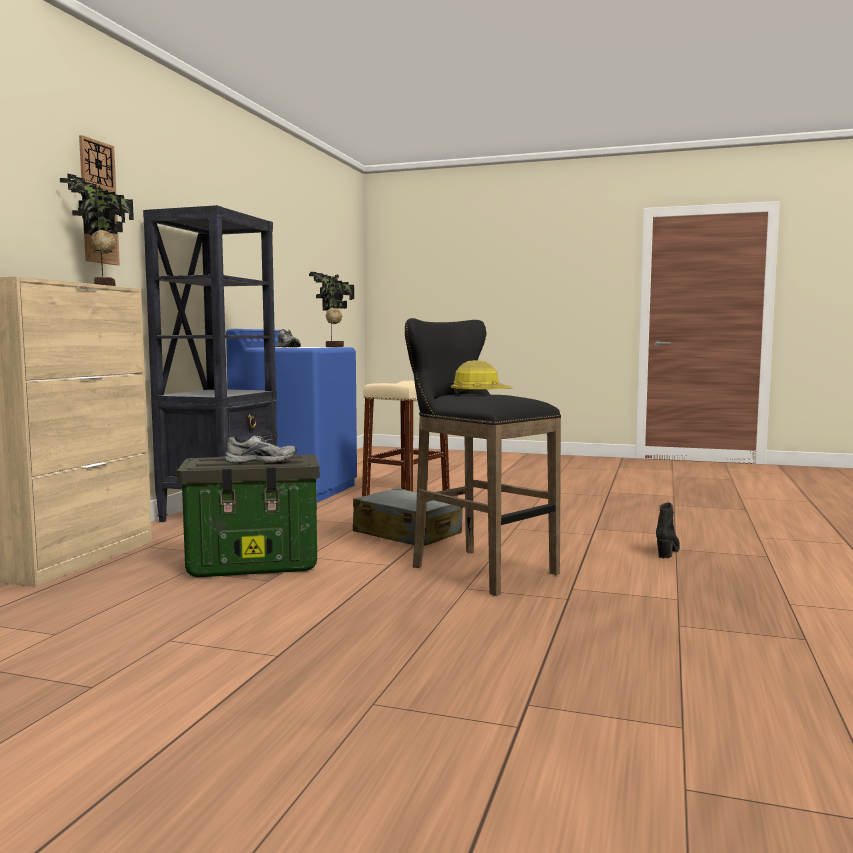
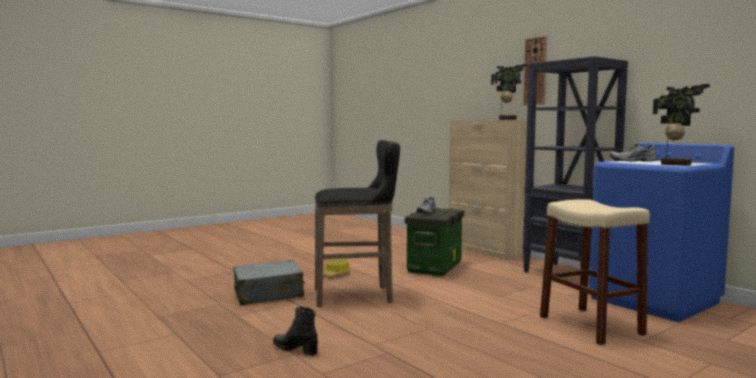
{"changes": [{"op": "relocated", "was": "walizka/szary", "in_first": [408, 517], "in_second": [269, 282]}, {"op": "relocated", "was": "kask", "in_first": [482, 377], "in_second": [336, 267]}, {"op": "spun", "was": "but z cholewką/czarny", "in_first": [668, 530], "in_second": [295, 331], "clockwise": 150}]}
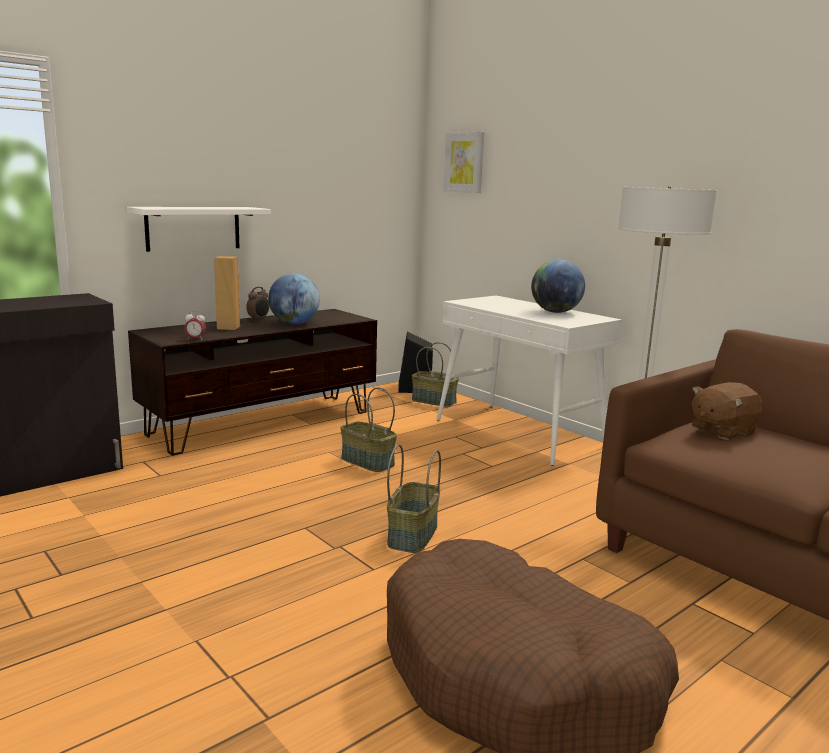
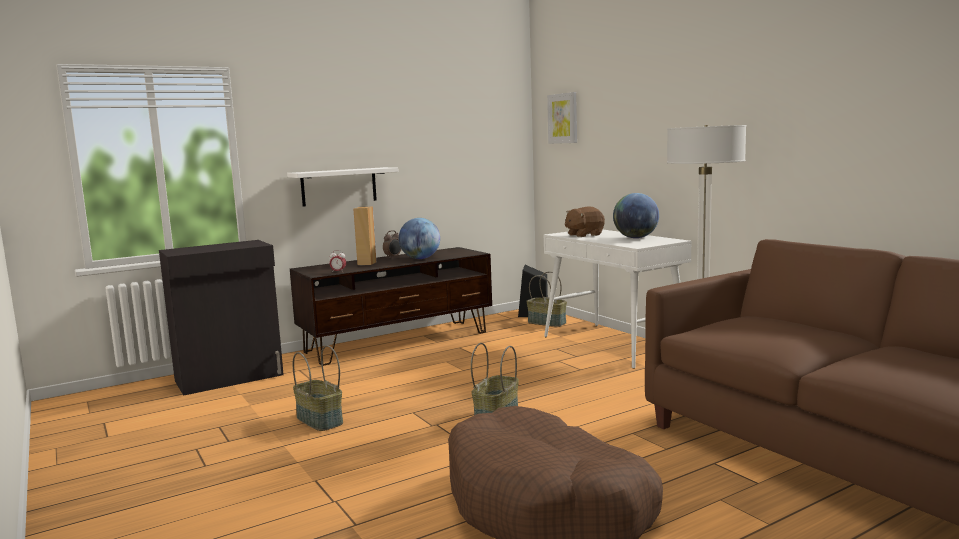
{"changes": [{"op": "relocated", "was": "koszyk", "in_first": [368, 429], "in_second": [318, 388]}, {"op": "relocated", "was": "pluszak/brązowy", "in_first": [727, 411], "in_second": [585, 222]}]}
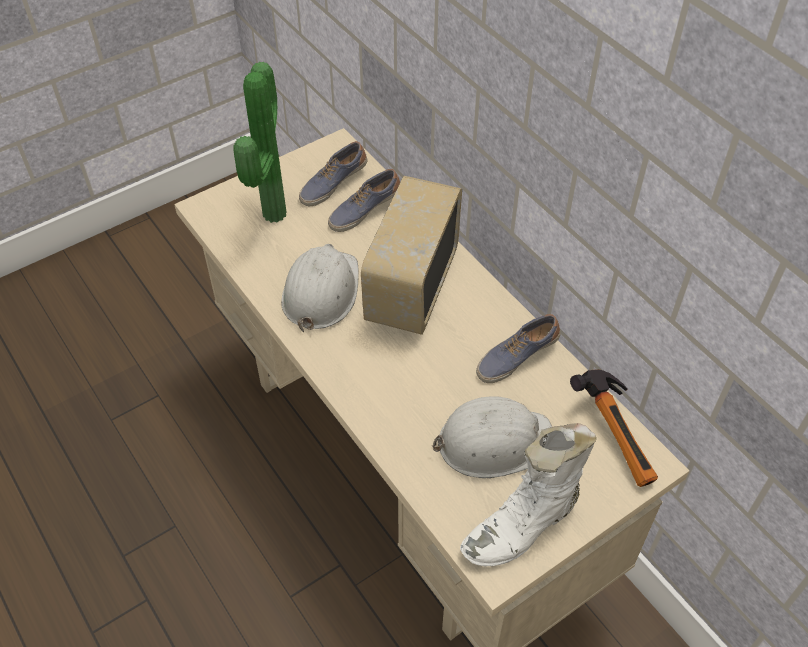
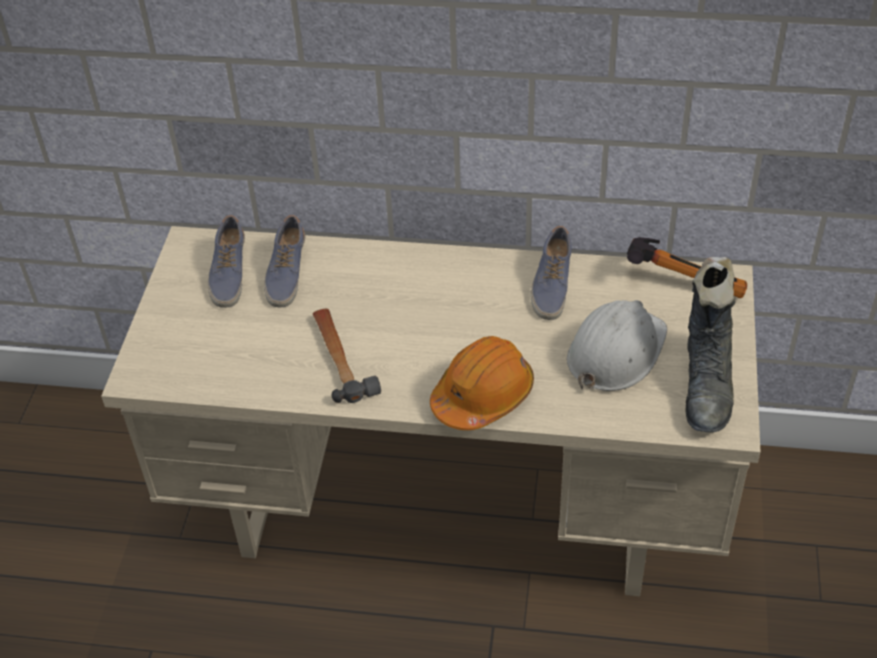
{"changes": [{"op": "missing", "was": "roślina doniczkowa", "in_first": [260, 142]}, {"op": "exchanged", "was": "kask/biały", "now": "młotek", "in_first": [320, 288], "in_second": [347, 356]}, {"op": "missing", "was": "radio", "in_first": [411, 255]}, {"op": "colour", "was": "but z cholewką/biały", "now": "but z cholewką/czarny", "in_first": [528, 494], "in_second": [711, 344]}, {"op": "appeared", "now": "kask/pomarańczowy", "in_second": [482, 383]}]}
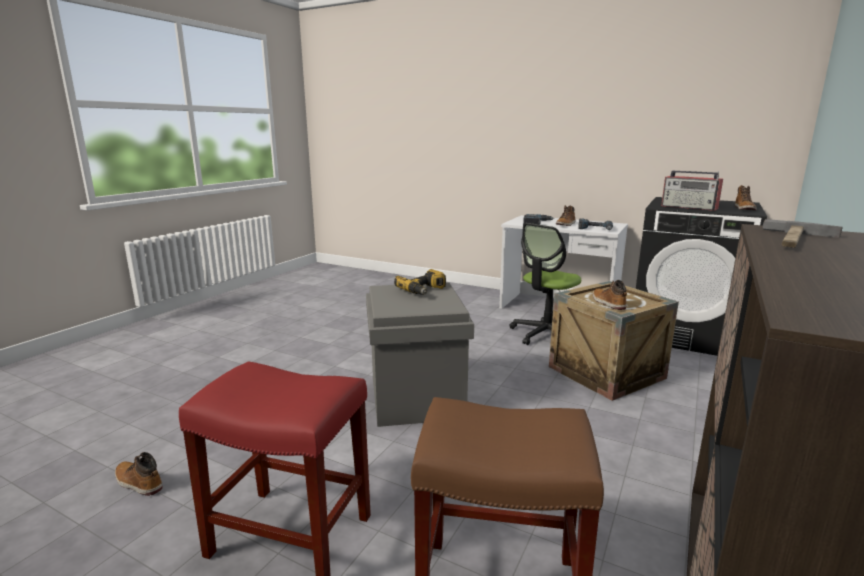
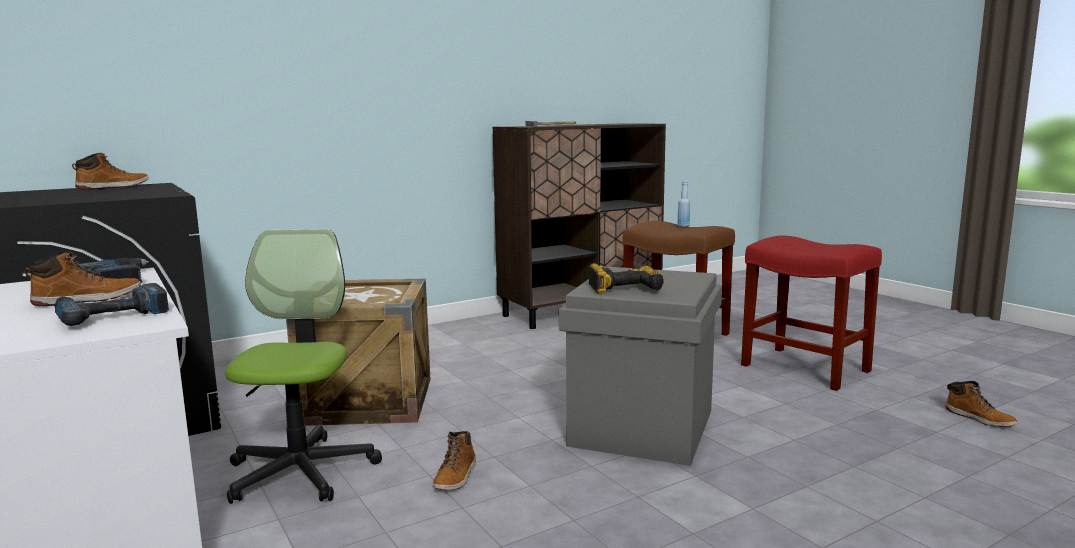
{"changes": [{"op": "spun", "was": "krzesło biurowe", "in_first": [545, 284], "in_second": [303, 366], "clockwise": -75}, {"op": "relocated", "was": "but z cholewką", "in_first": [610, 295], "in_second": [454, 460]}, {"op": "missing", "was": "radio", "in_first": [692, 191]}, {"op": "appeared", "now": "butelka/niebieski", "in_second": [683, 204]}]}
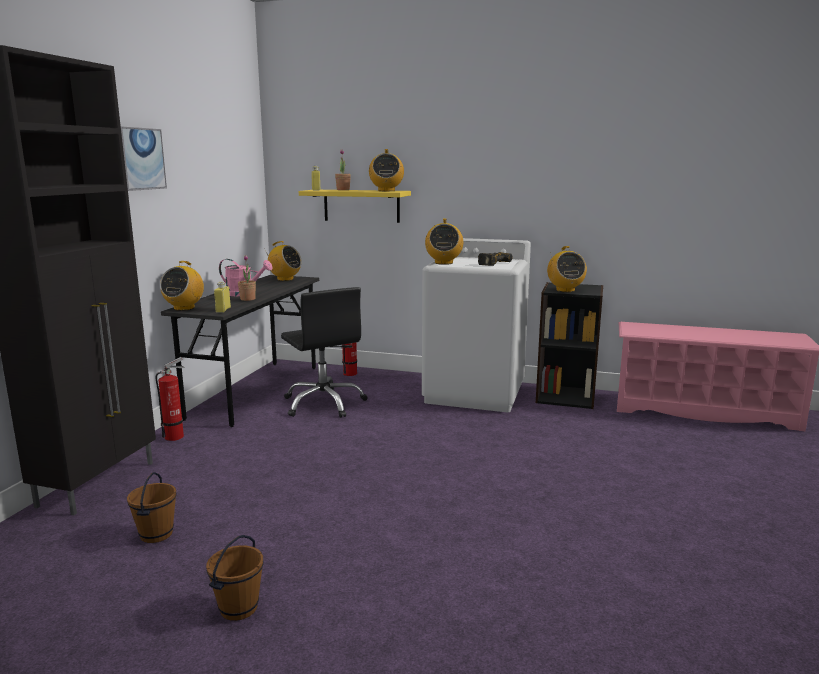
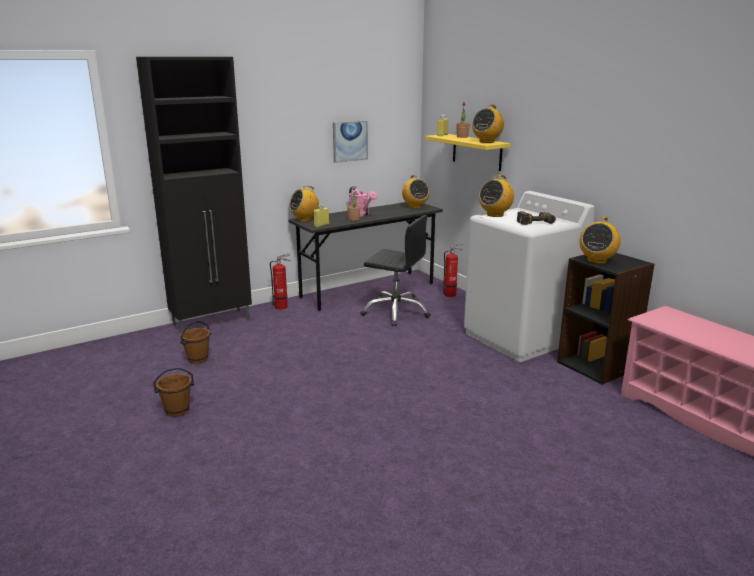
{"changes": [{"op": "relocated", "was": "obraz", "in_first": [144, 158], "in_second": [350, 142]}, {"op": "spun", "was": "krzesło biurowe/czarny", "in_first": [324, 352], "in_second": [396, 270], "clockwise": -75}]}
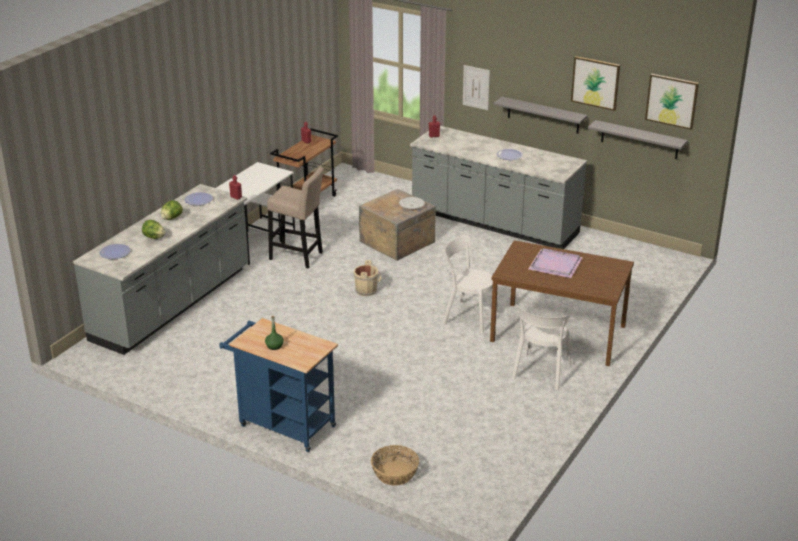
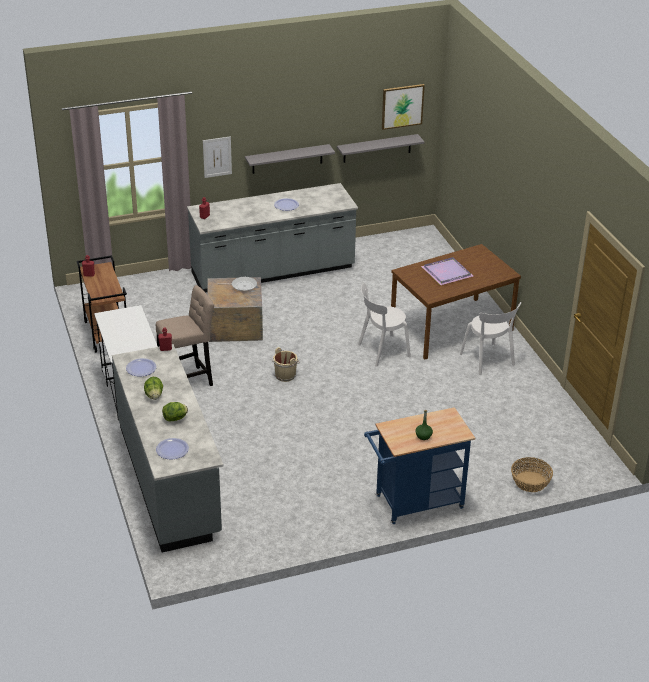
{"changes": [{"op": "missing", "was": "obraz", "in_first": [595, 83]}]}
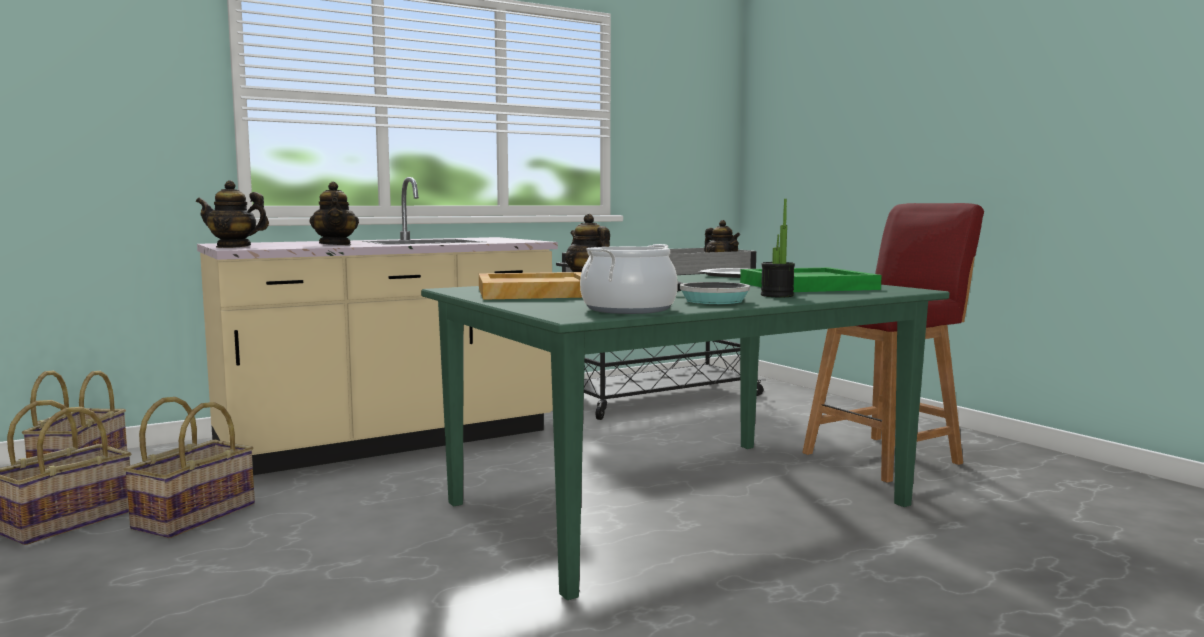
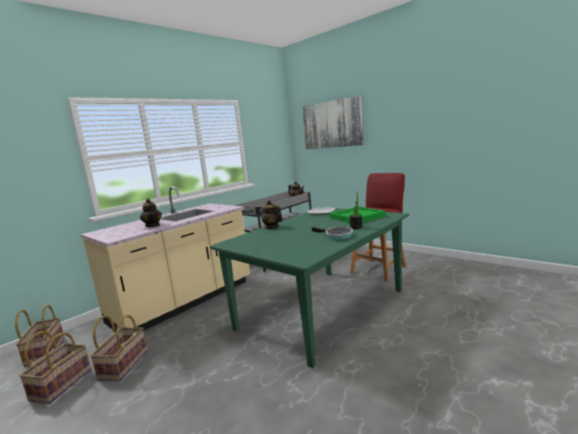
{"changes": [{"op": "missing", "was": "imbryk", "in_first": [232, 214]}, {"op": "missing", "was": "taca/beżowy", "in_first": [530, 286]}, {"op": "missing", "was": "garnek", "in_first": [629, 279]}, {"op": "appeared", "now": "obraz", "in_second": [333, 122]}]}
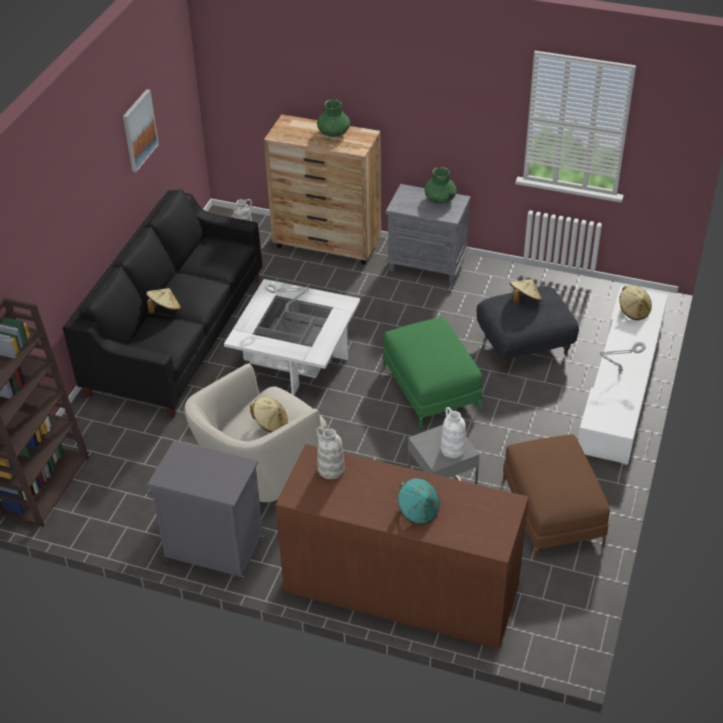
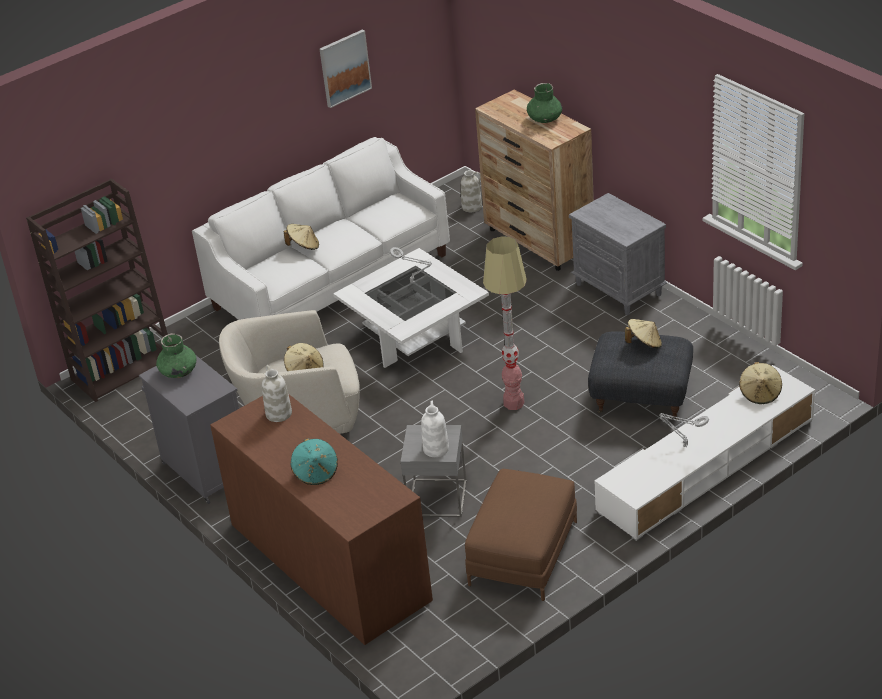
{"changes": [{"op": "colour", "was": "kanapa/czarny", "now": "kanapa/biały", "in_first": [162, 303], "in_second": [321, 228]}, {"op": "exchanged", "was": "pufa/zielony", "now": "lampa stojąca", "in_first": [432, 372], "in_second": [505, 323]}, {"op": "relocated", "was": "wazon/zielony", "in_first": [440, 185], "in_second": [176, 355]}]}
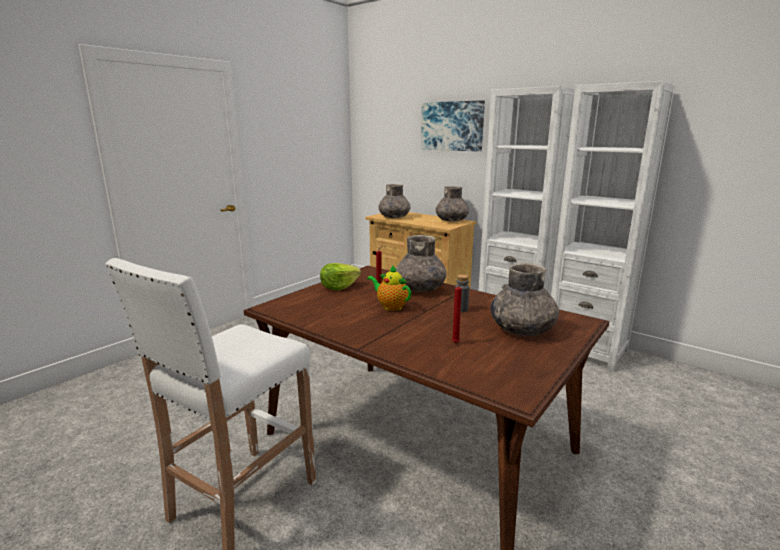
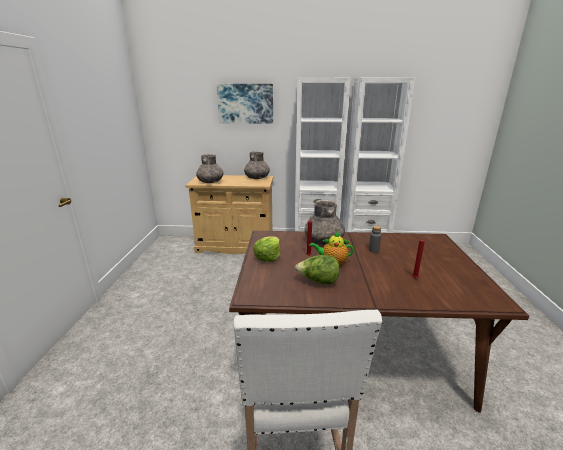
{"changes": [{"op": "missing", "was": "wazon/szary", "in_first": [524, 299]}, {"op": "appeared", "now": "sałata", "in_second": [317, 269]}]}
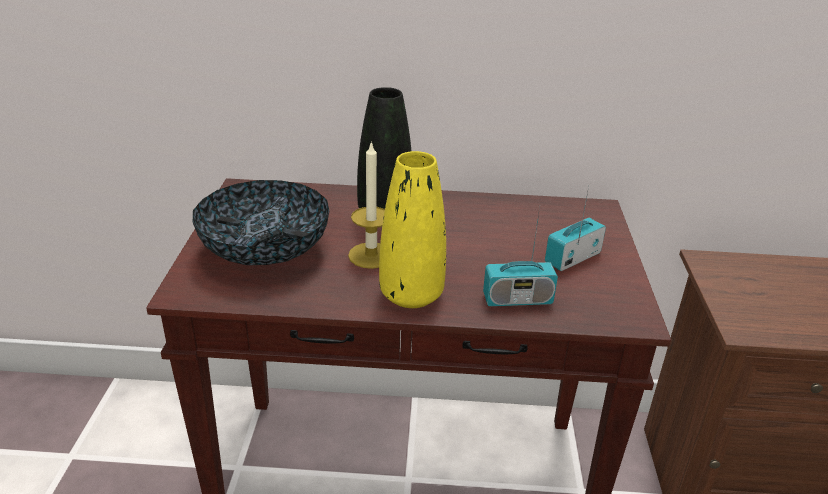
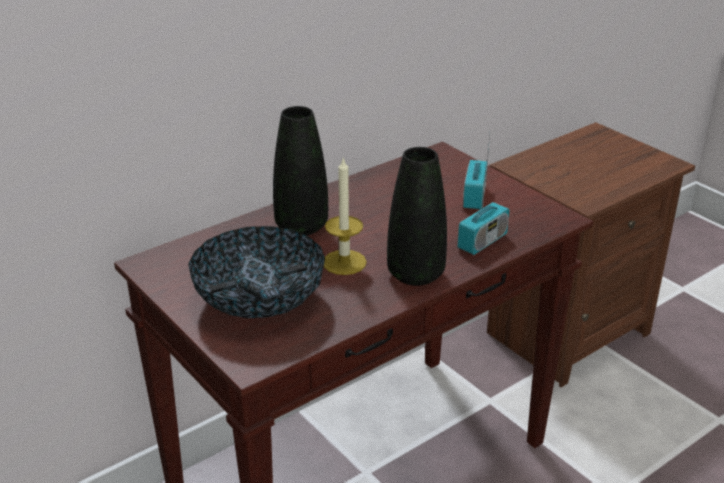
{"changes": [{"op": "colour", "was": "wazon/żółty", "now": "wazon/czarny", "in_first": [412, 229], "in_second": [417, 216]}]}
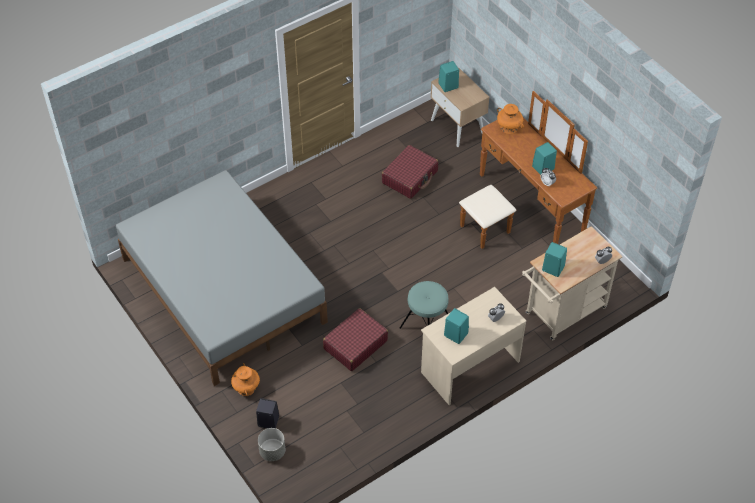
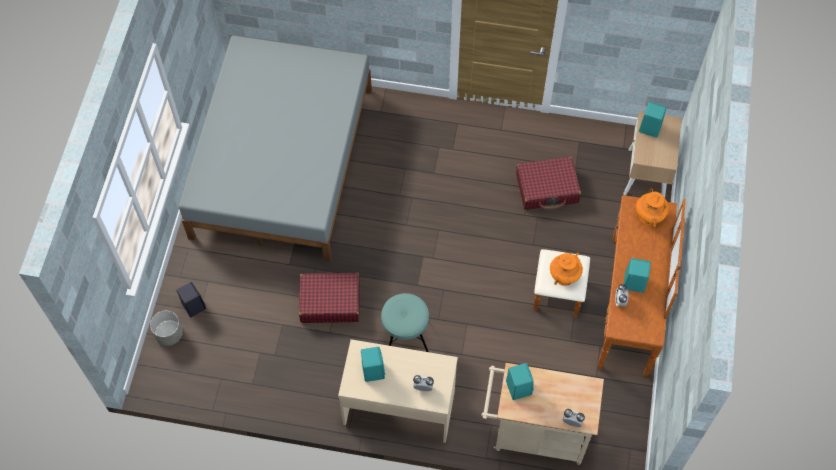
{"changes": [{"op": "relocated", "was": "wazon/pomarańczowy", "in_first": [245, 379], "in_second": [566, 269]}]}
